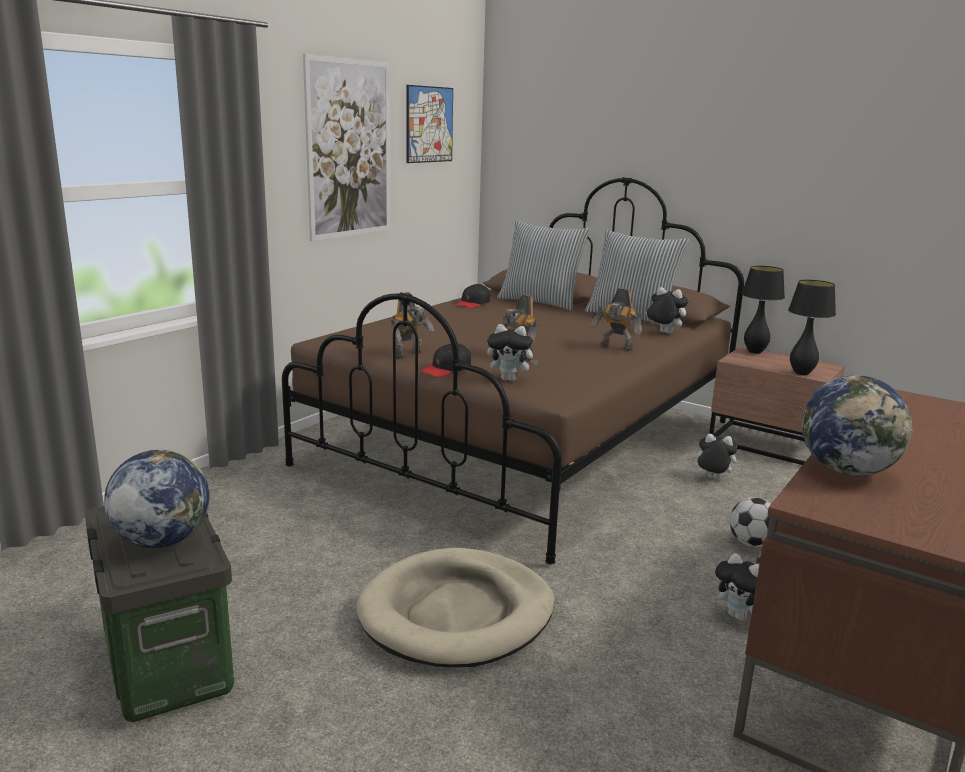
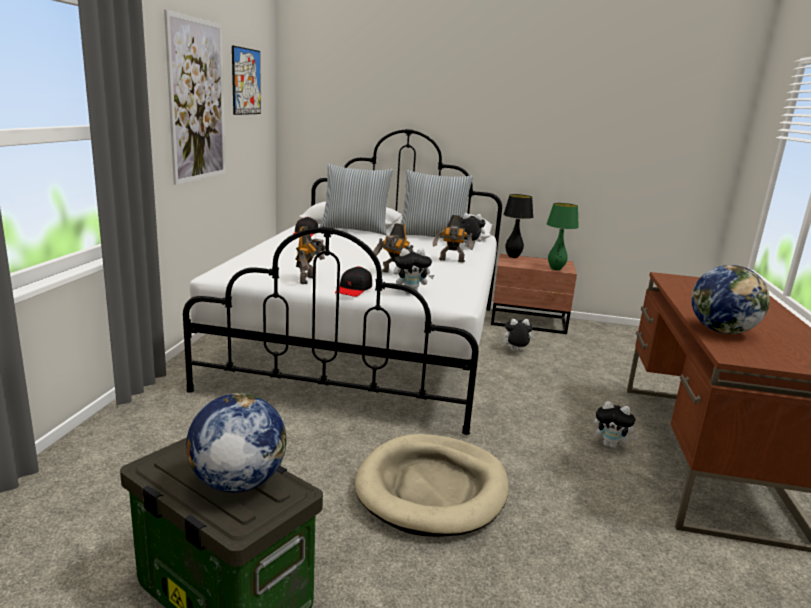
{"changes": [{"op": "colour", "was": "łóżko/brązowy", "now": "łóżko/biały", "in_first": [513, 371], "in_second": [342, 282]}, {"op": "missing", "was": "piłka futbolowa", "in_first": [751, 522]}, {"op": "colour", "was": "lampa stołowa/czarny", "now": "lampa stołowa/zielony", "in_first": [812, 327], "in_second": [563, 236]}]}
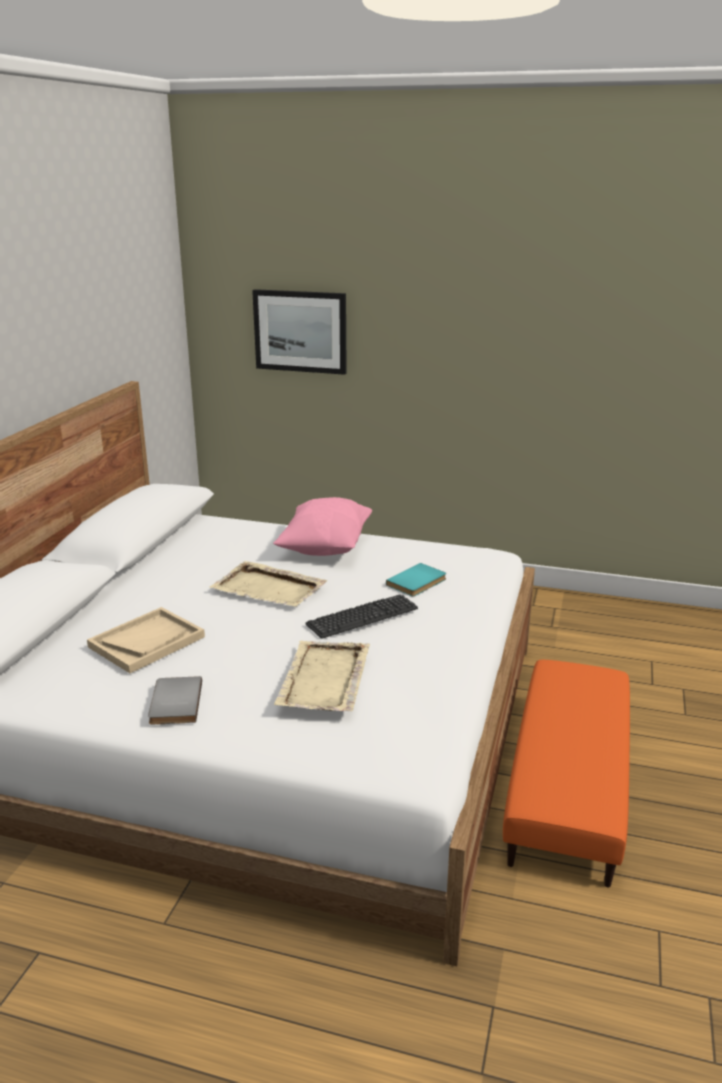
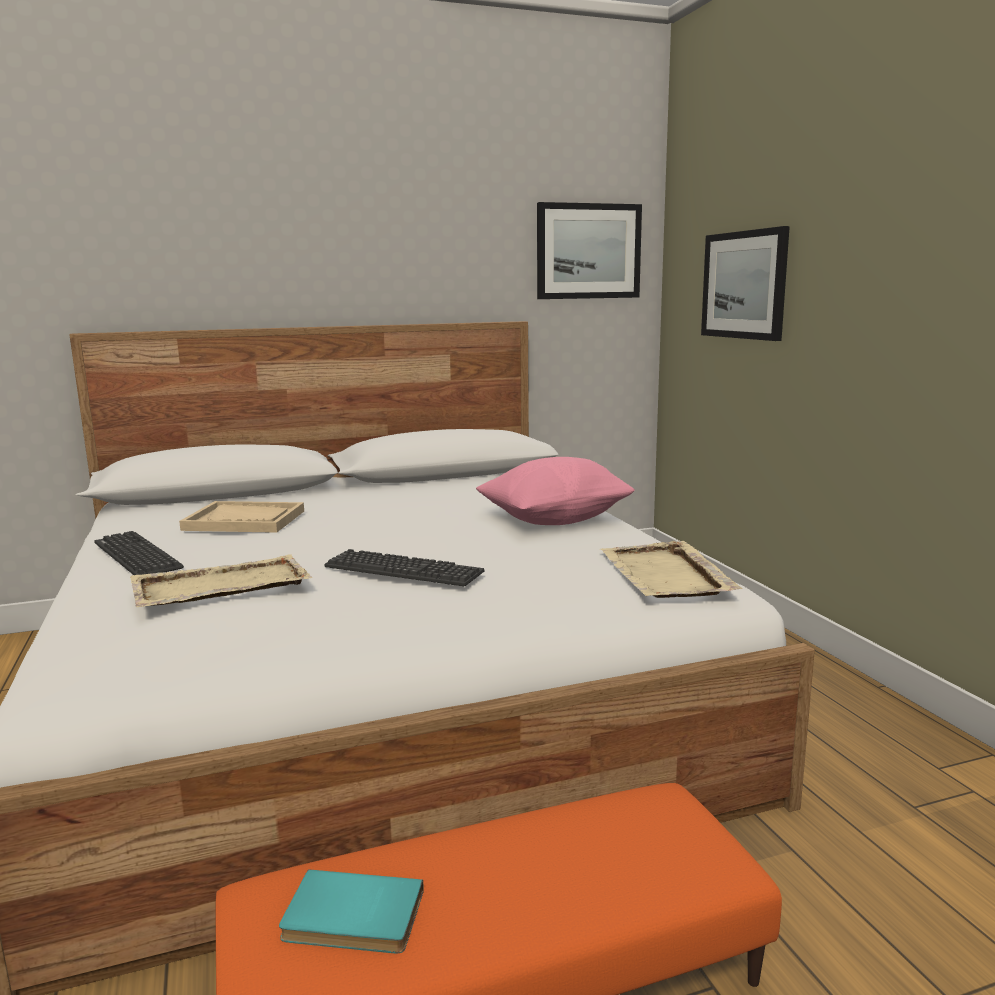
{"changes": [{"op": "exchanged", "was": "książka/szary", "now": "klawiatura", "in_first": [175, 700], "in_second": [139, 553]}, {"op": "relocated", "was": "taca/beżowy", "in_first": [268, 584], "in_second": [671, 569]}, {"op": "relocated", "was": "książka/turkusowy", "in_first": [416, 579], "in_second": [351, 911]}, {"op": "appeared", "now": "obraz", "in_second": [589, 250]}]}
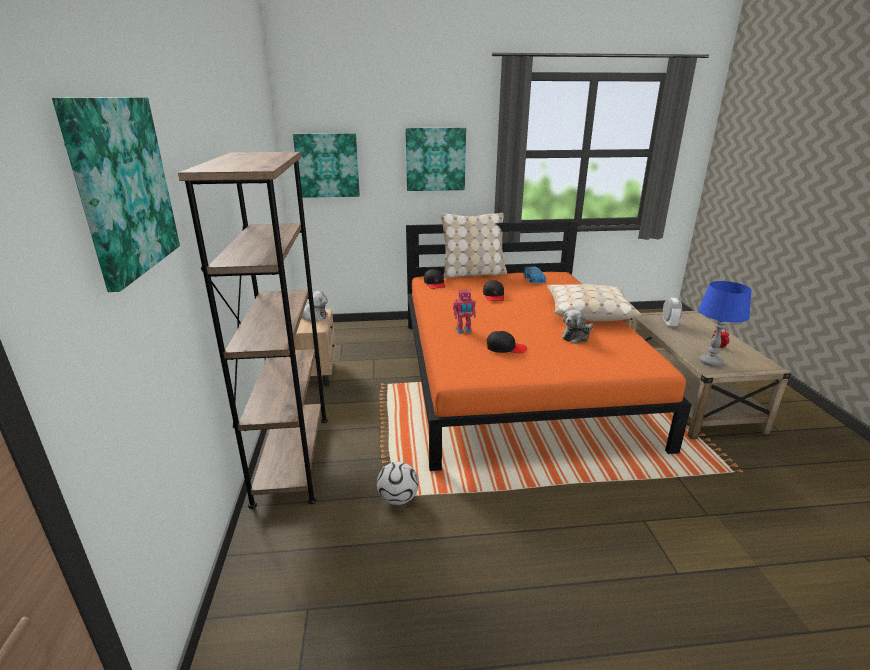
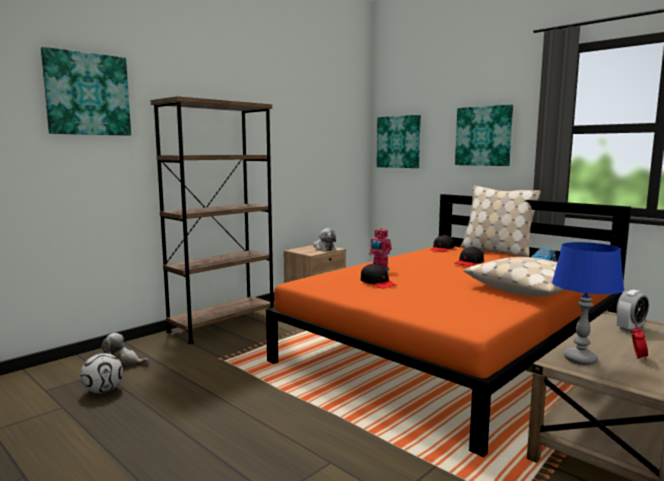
{"changes": [{"op": "relocated", "was": "piłka futbolowa", "in_first": [397, 483], "in_second": [101, 373]}, {"op": "relocated", "was": "pluszak", "in_first": [577, 327], "in_second": [124, 350]}]}
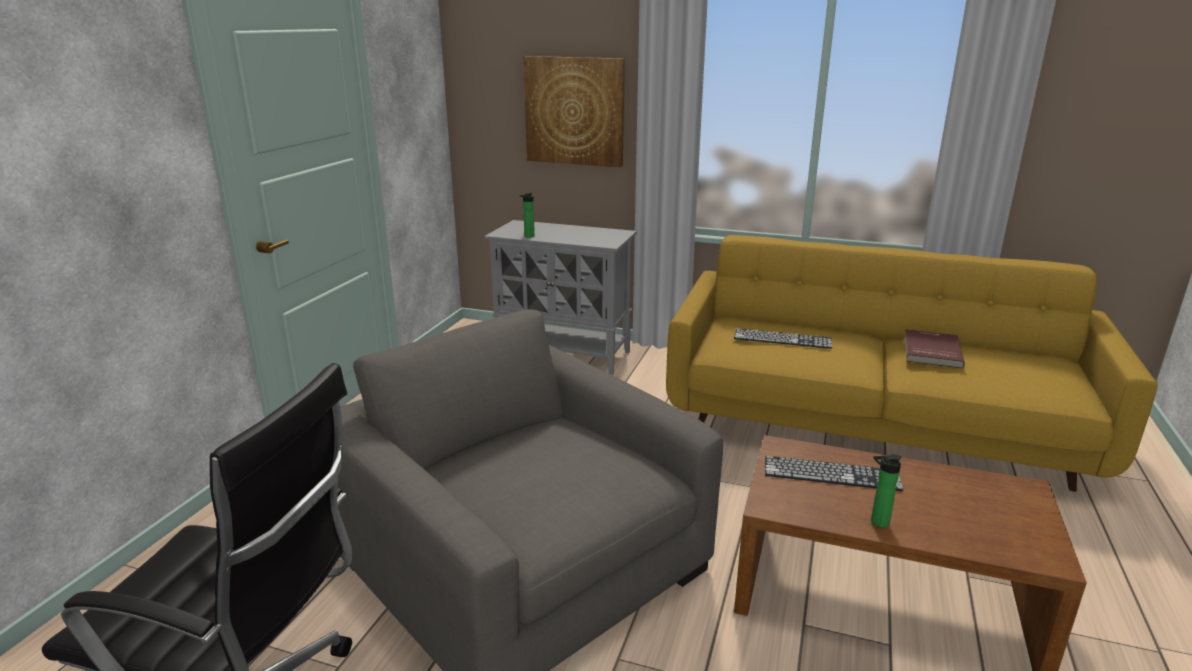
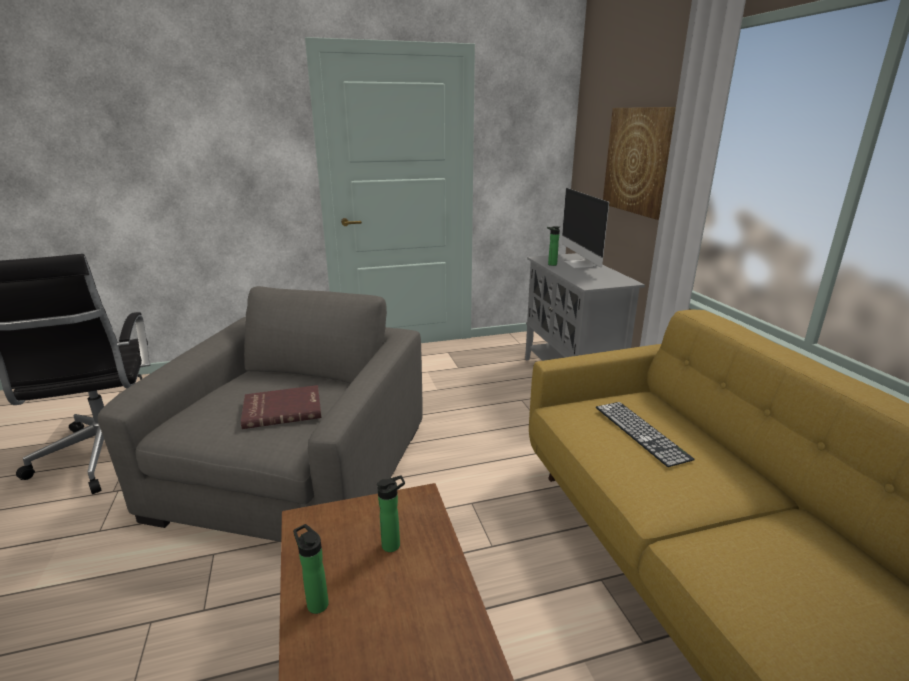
{"changes": [{"op": "exchanged", "was": "klawiatura", "now": "butelka", "in_first": [834, 473], "in_second": [391, 514]}, {"op": "relocated", "was": "książka/czerwony", "in_first": [934, 349], "in_second": [281, 407]}, {"op": "appeared", "now": "monitor", "in_second": [585, 228]}]}
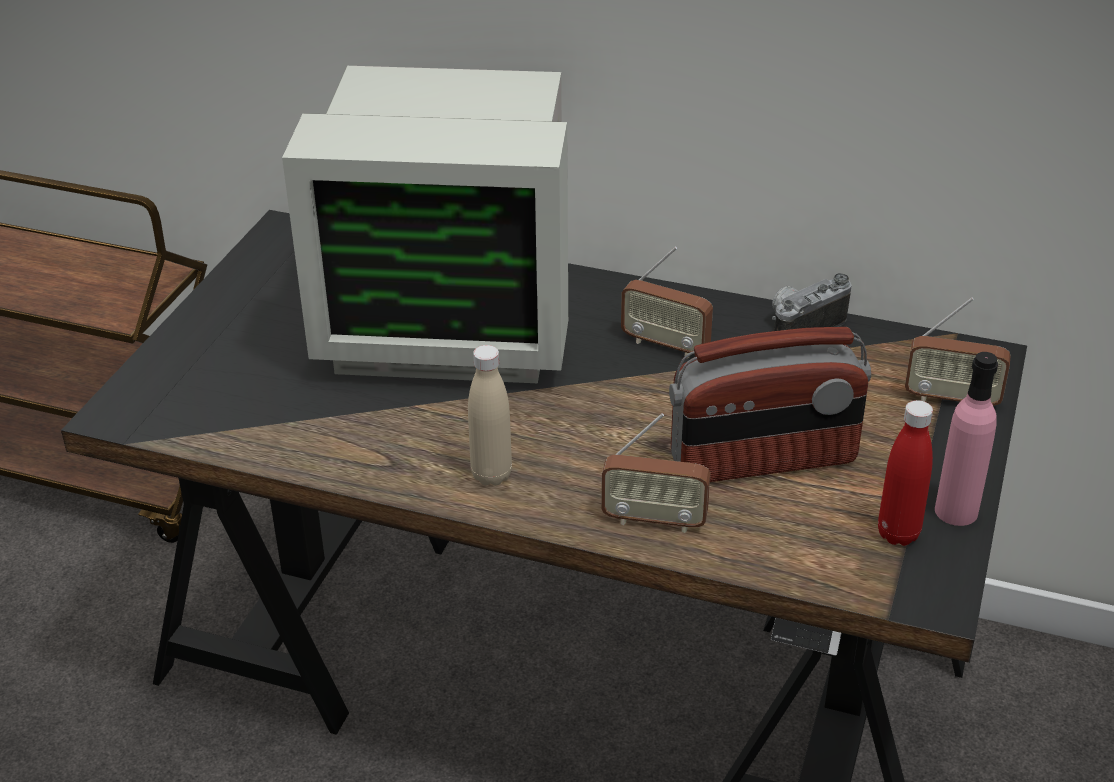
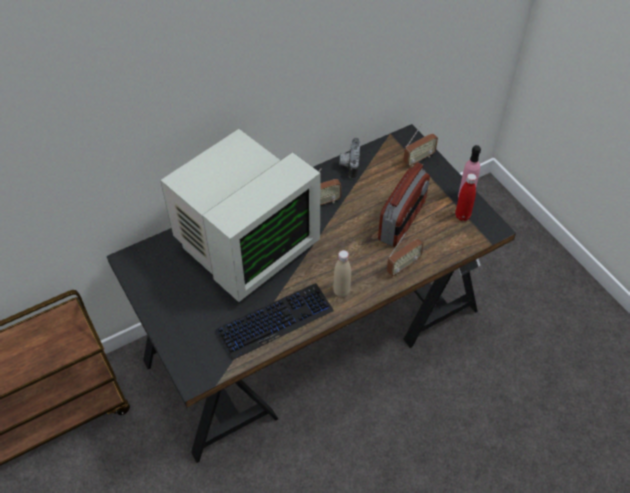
{"changes": [{"op": "appeared", "now": "klawiatura", "in_second": [275, 321]}]}
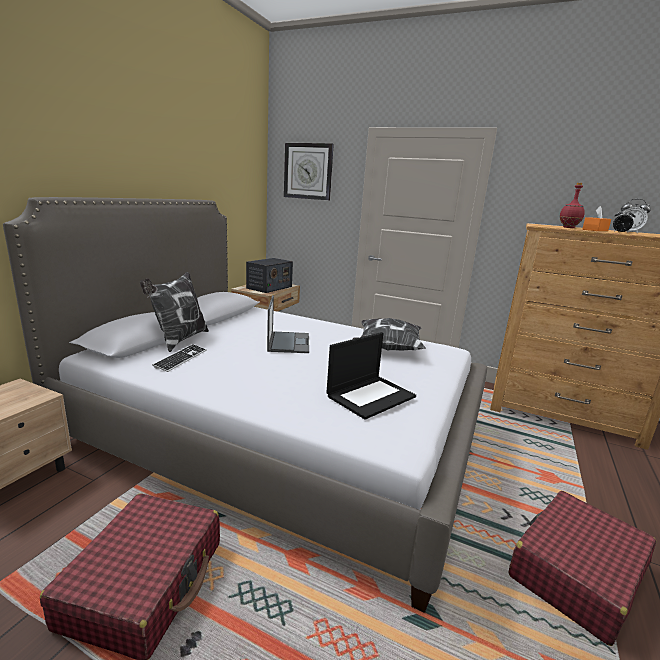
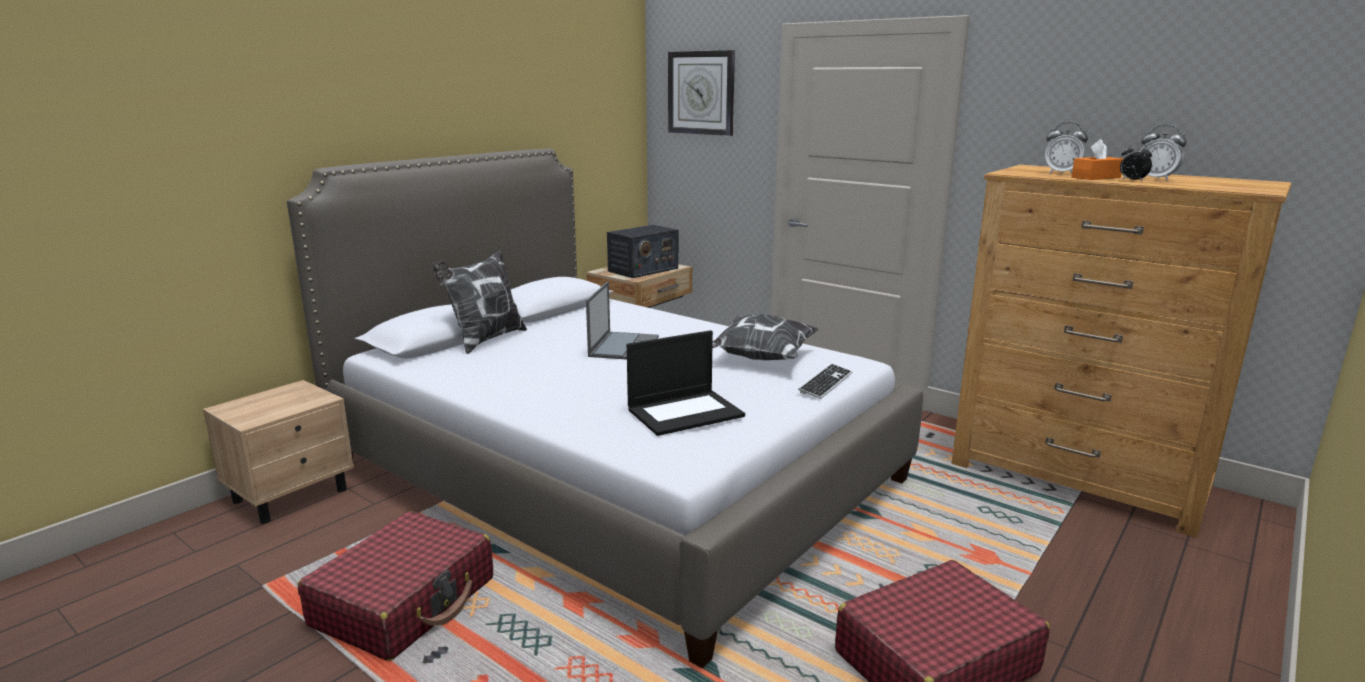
{"changes": [{"op": "relocated", "was": "klawiatura", "in_first": [179, 358], "in_second": [825, 381]}, {"op": "exchanged", "was": "butelka/czerwony", "now": "budzik", "in_first": [572, 205], "in_second": [1066, 148]}]}
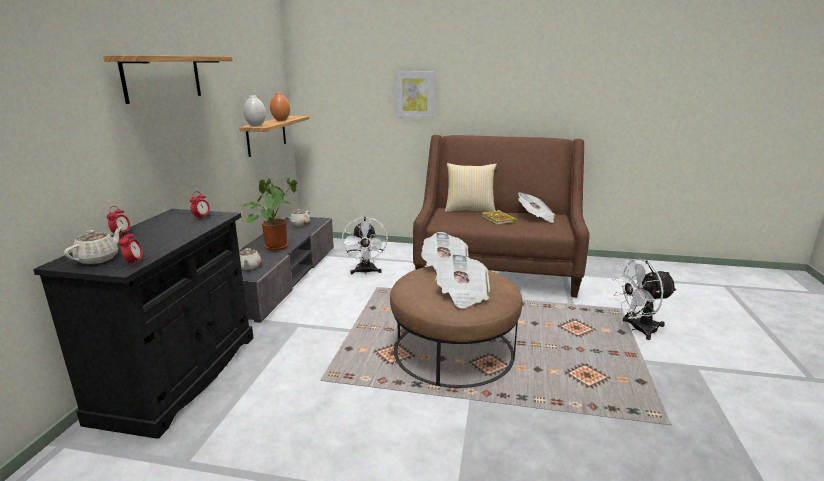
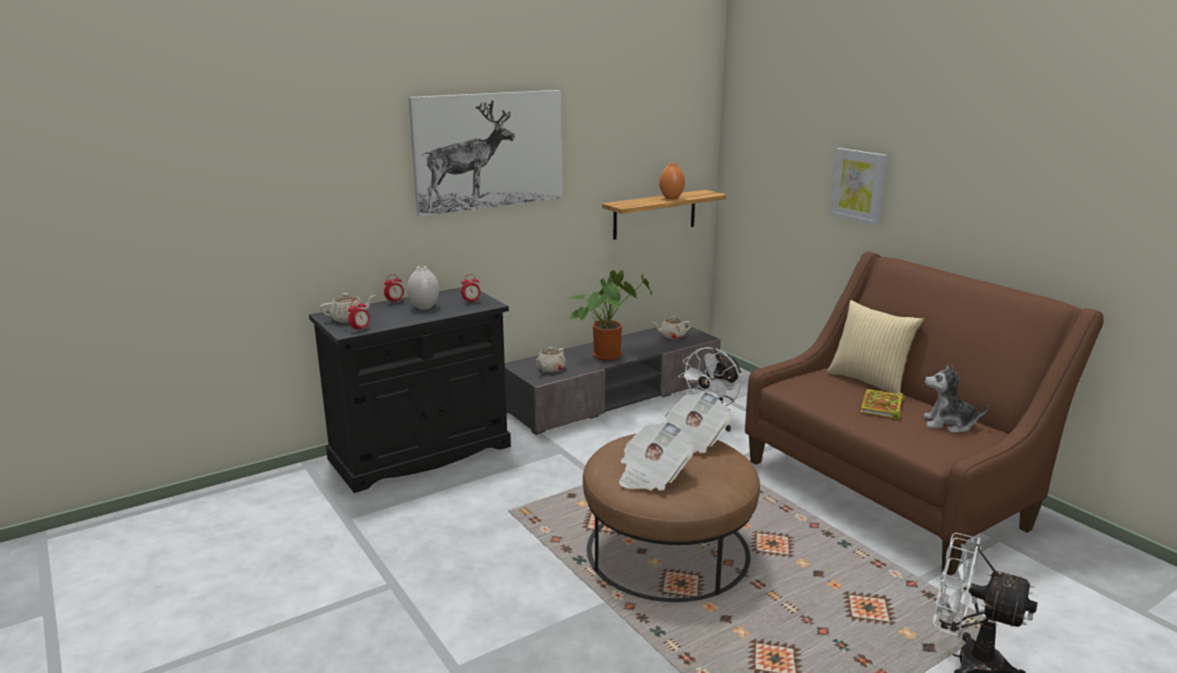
{"changes": [{"op": "exchanged", "was": "półka", "now": "obraz", "in_first": [168, 79], "in_second": [485, 153]}, {"op": "relocated", "was": "wazon/biały", "in_first": [254, 111], "in_second": [423, 288]}, {"op": "exchanged", "was": "gazeta", "now": "pluszak", "in_first": [536, 208], "in_second": [956, 399]}]}
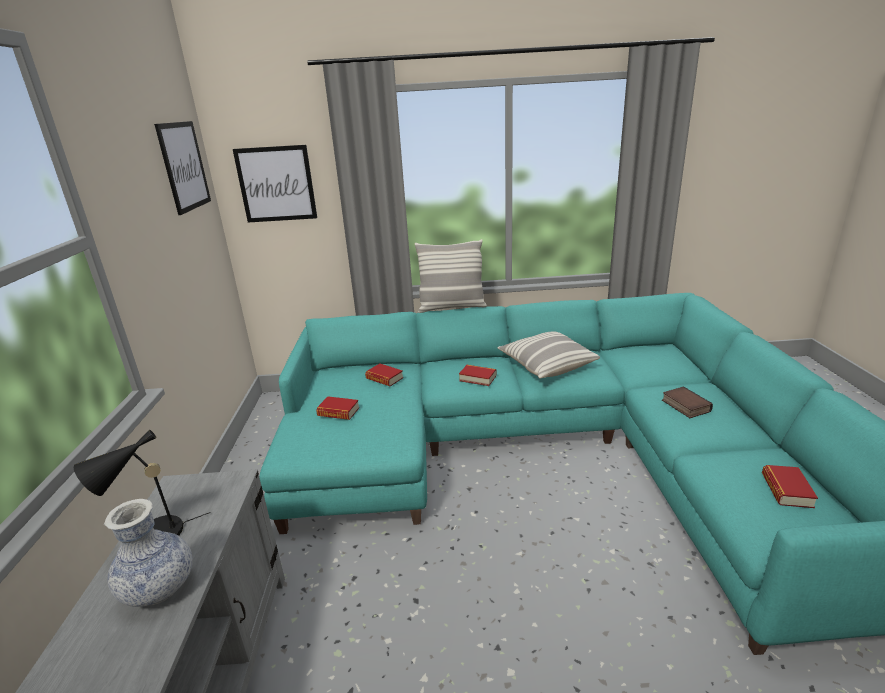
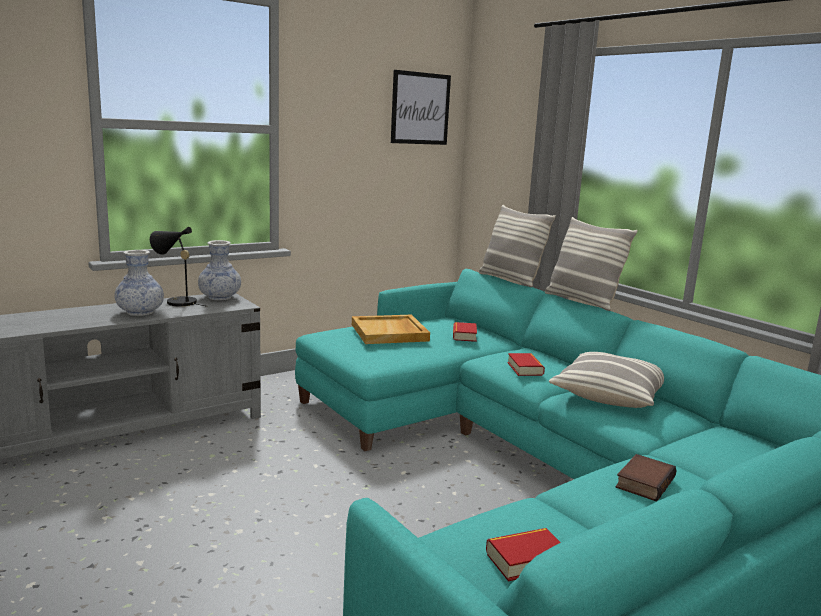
{"changes": [{"op": "missing", "was": "obraz", "in_first": [275, 184]}, {"op": "exchanged", "was": "książka", "now": "taca/beżowy", "in_first": [337, 408], "in_second": [391, 329]}, {"op": "appeared", "now": "wazon", "in_second": [219, 270]}, {"op": "appeared", "now": "poduszka", "in_second": [517, 246]}]}
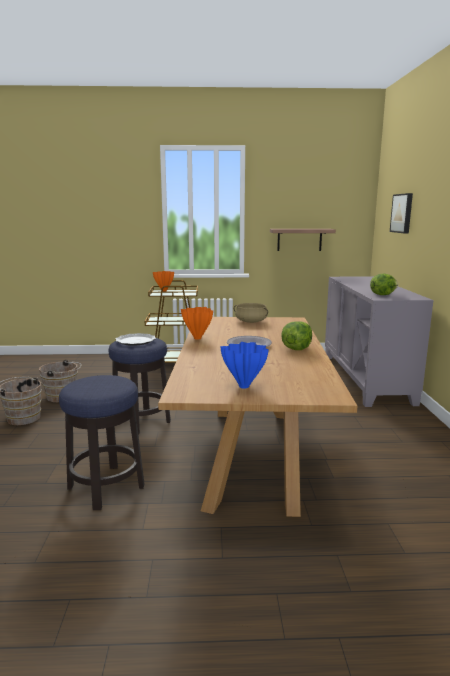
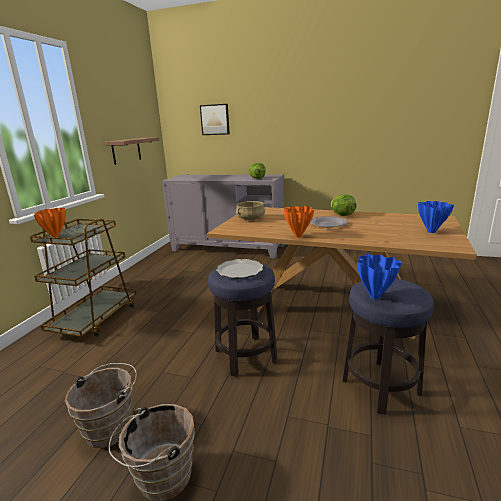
{"changes": [{"op": "appeared", "now": "wazon/niebieski", "in_second": [379, 276]}]}
